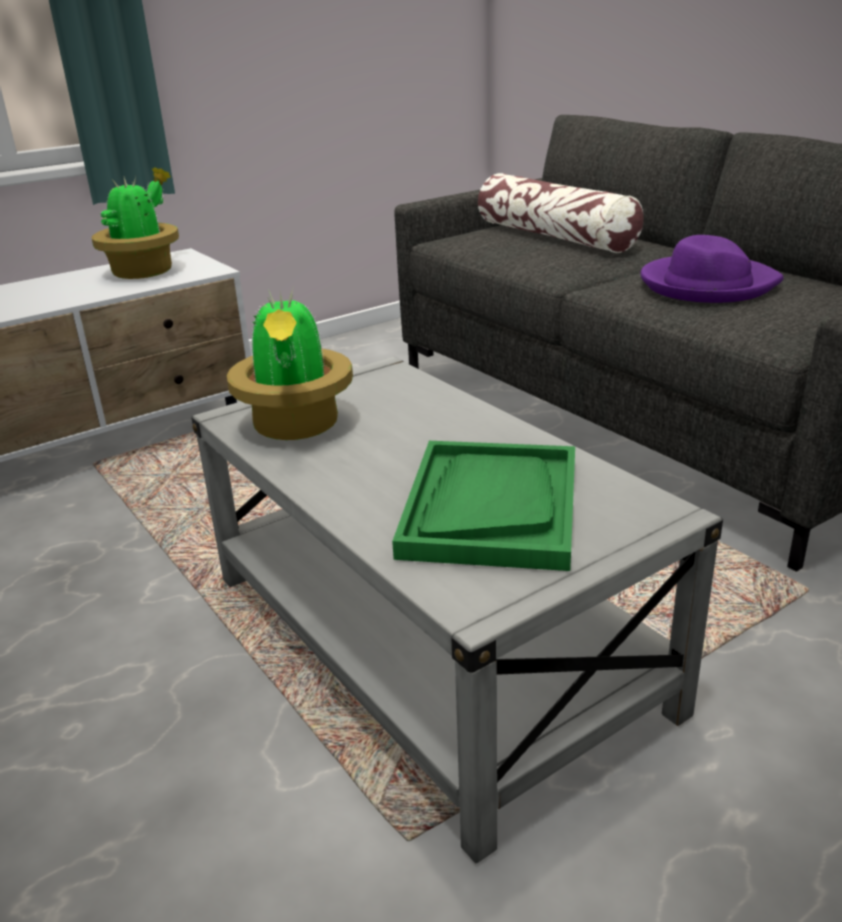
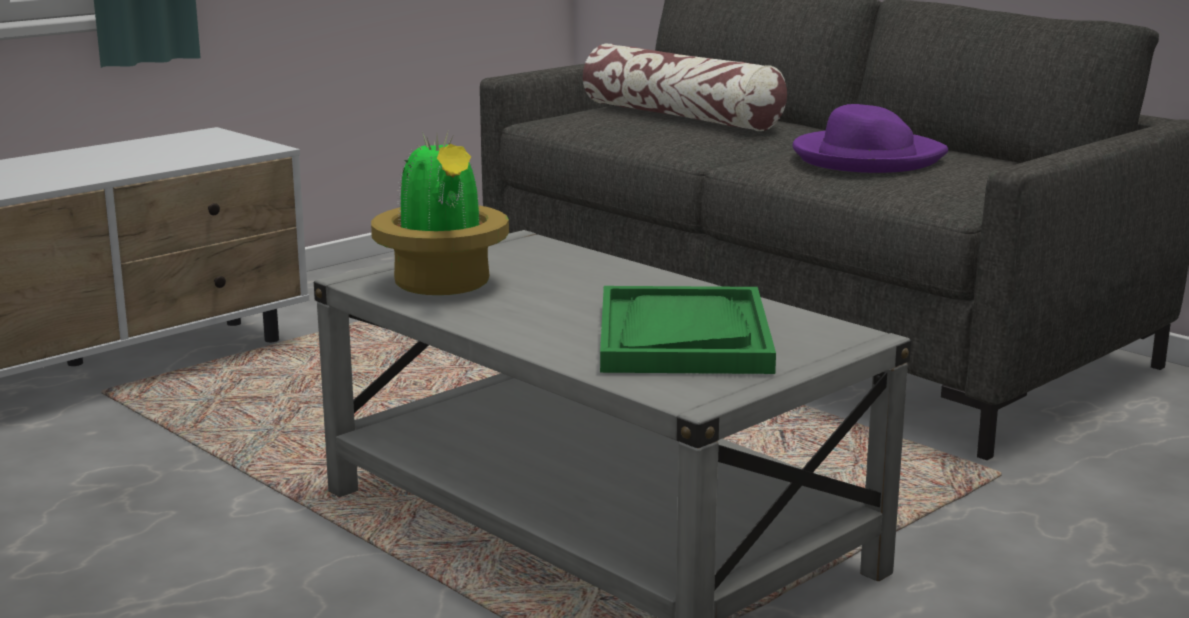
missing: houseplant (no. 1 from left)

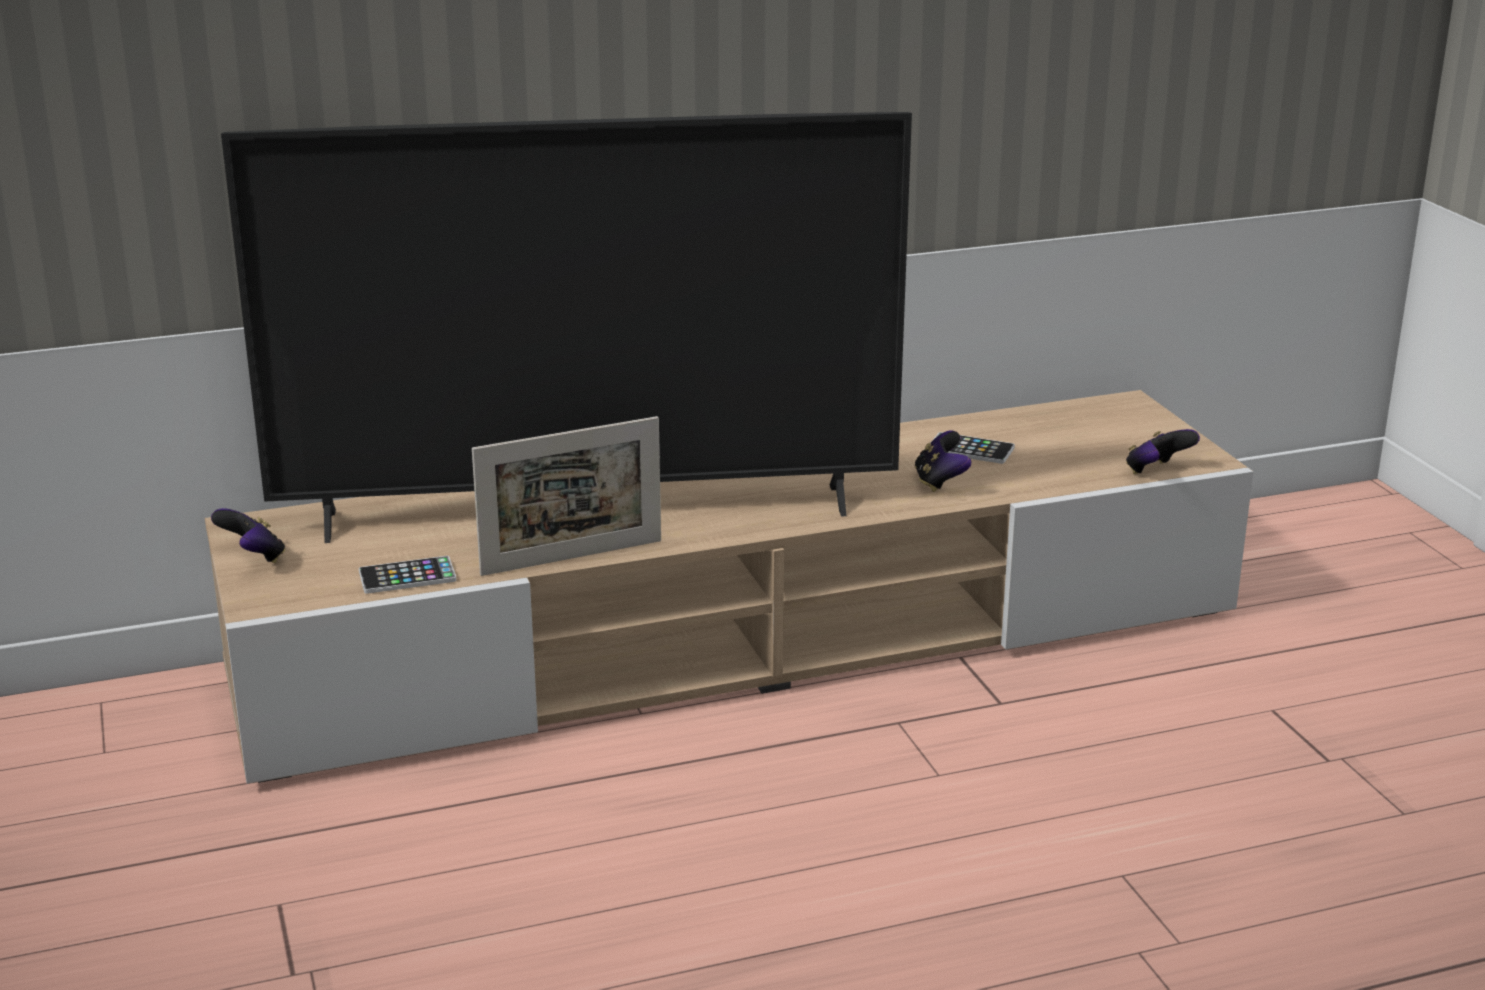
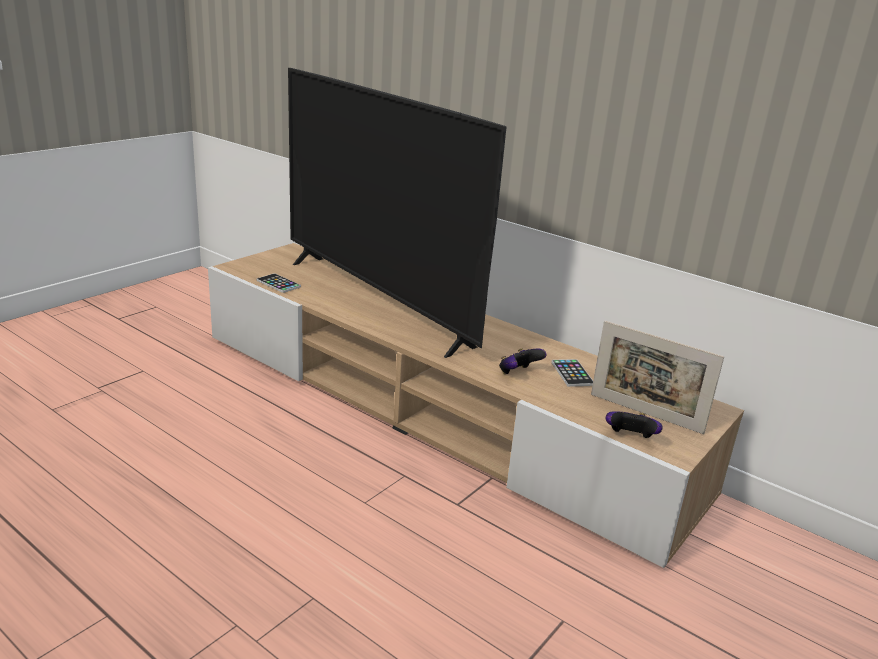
missing: game controller (no. 1 from left)
relocated: standing frame

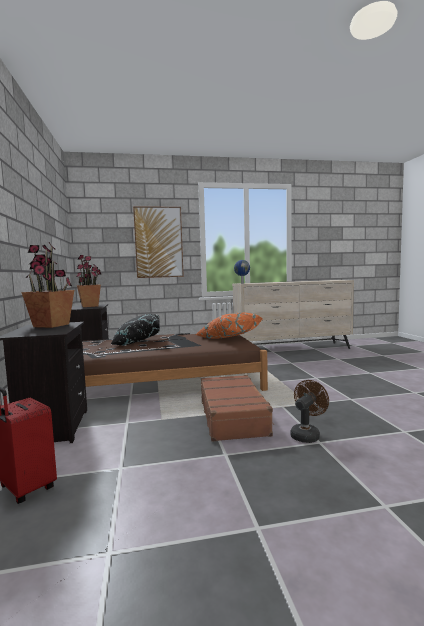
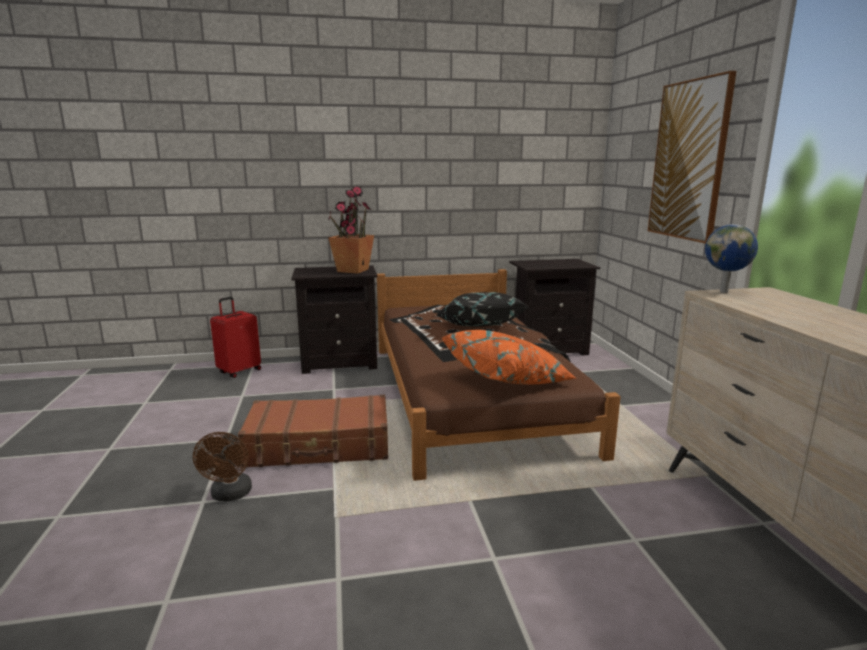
missing: houseplant (no. 2 from left)
spun: brown cooling fan 45 degrees clockwise

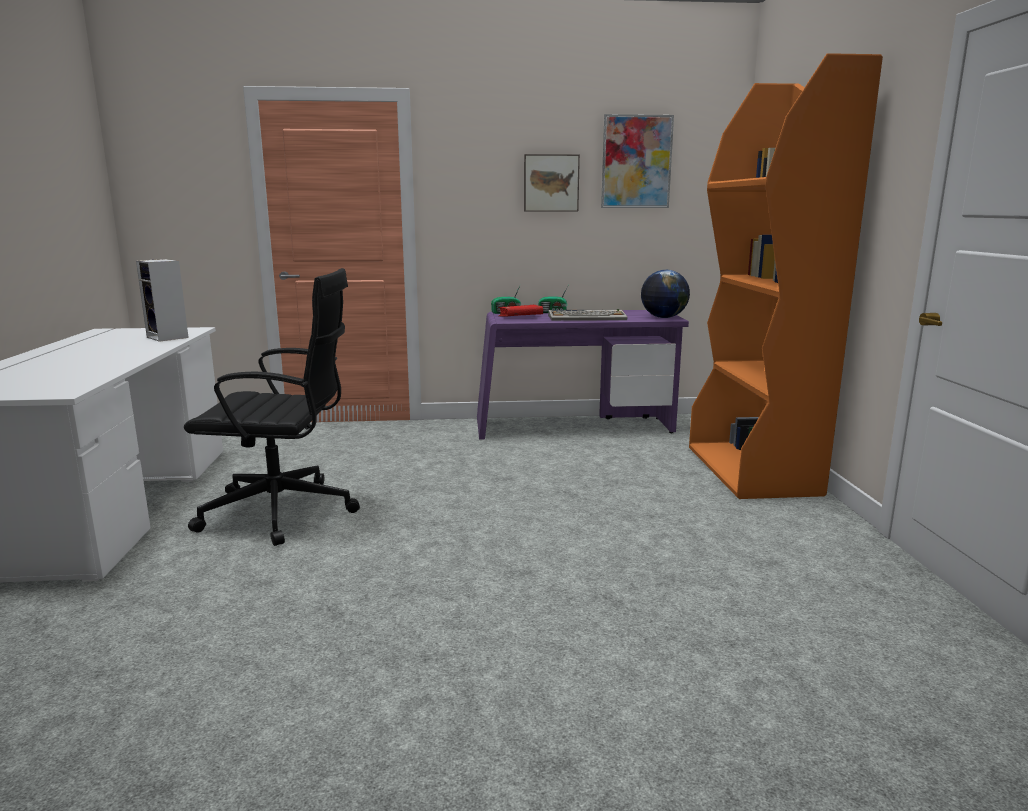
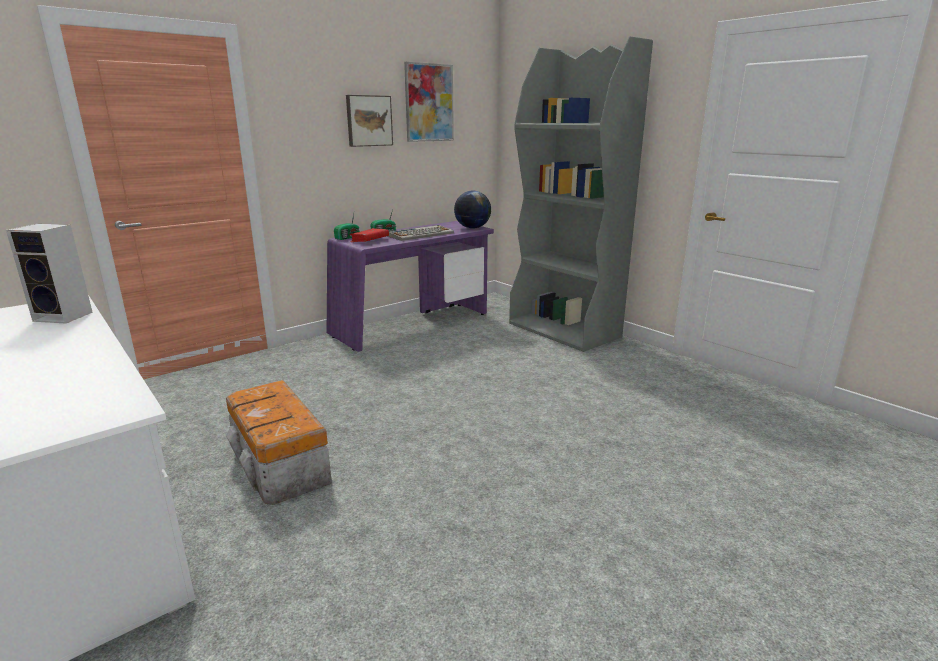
exchanged: black-coloured office chair to storage container
colour: orange-coloured bookshelf to gray bookshelf

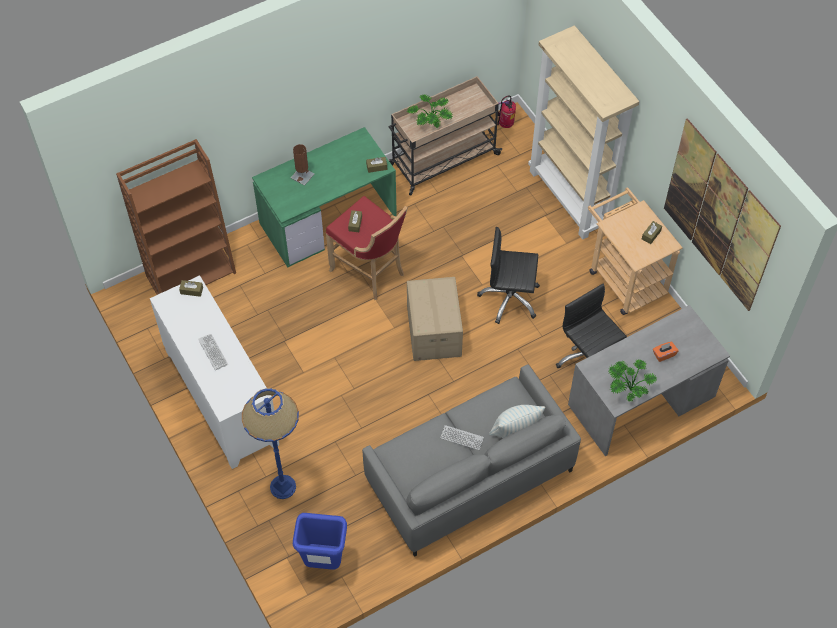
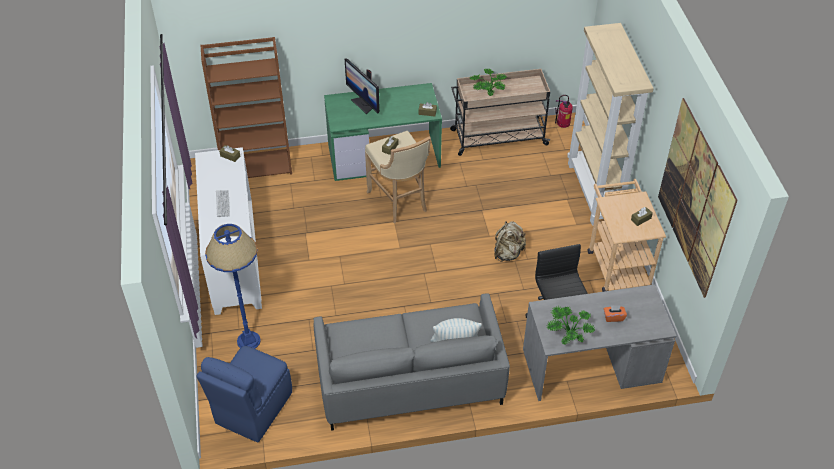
missing: carton; PC keyboard (no. 2 from left)
exchanged: bluish rubbish bin to bluish plain chair; brown table lamp to computer screen; black-coloured office chair (no. 1 from left) to sand-coloured backpack
colour: reddish stool seat to sand-coloured stool seat

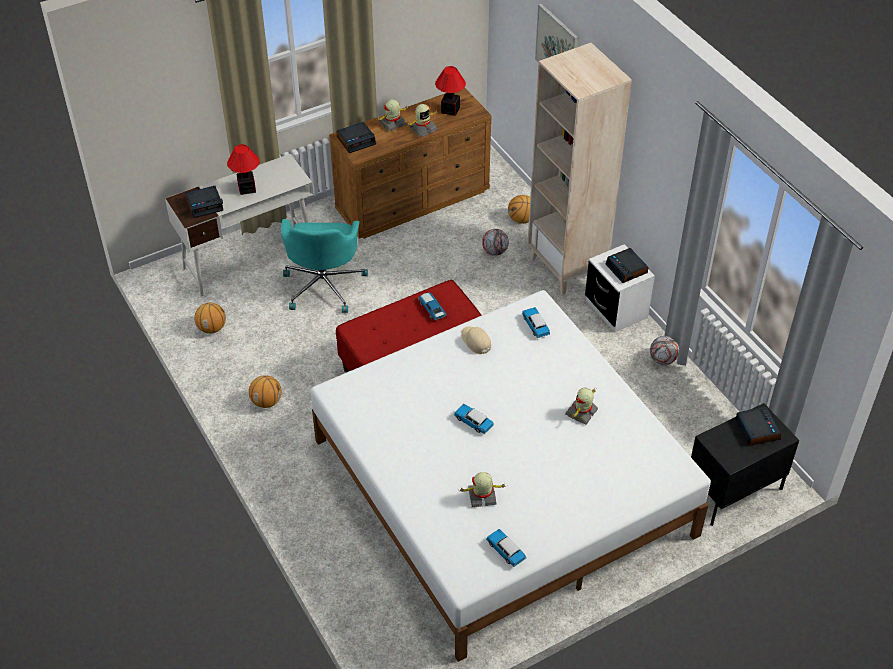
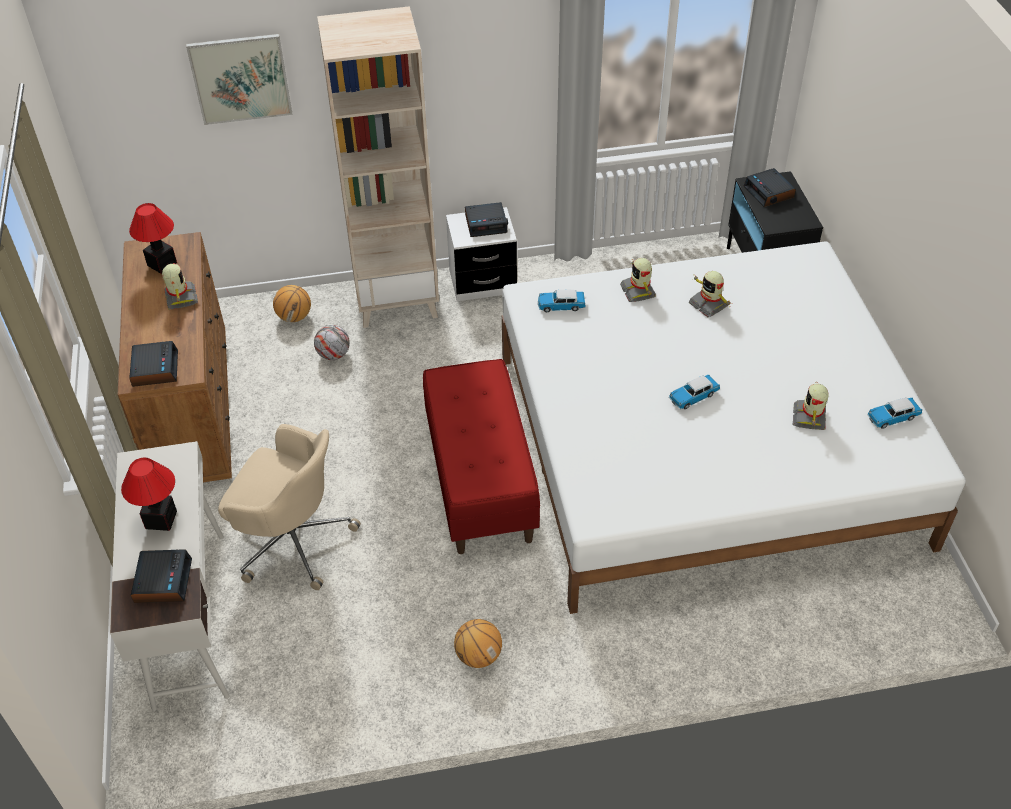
missing: basketball ball (no. 1 from left); model car (no. 1 from left); sand-coloured peaked cap; ball for football (no. 2 from left)
relocated: toy robot (no. 1 from left in the first image) to toy robot (no. 2 from left)
colour: turquoise-coloured office chair to sand-coloured office chair
spun: alarm clock (no. 4 from left) 120 degrees counterclockwise

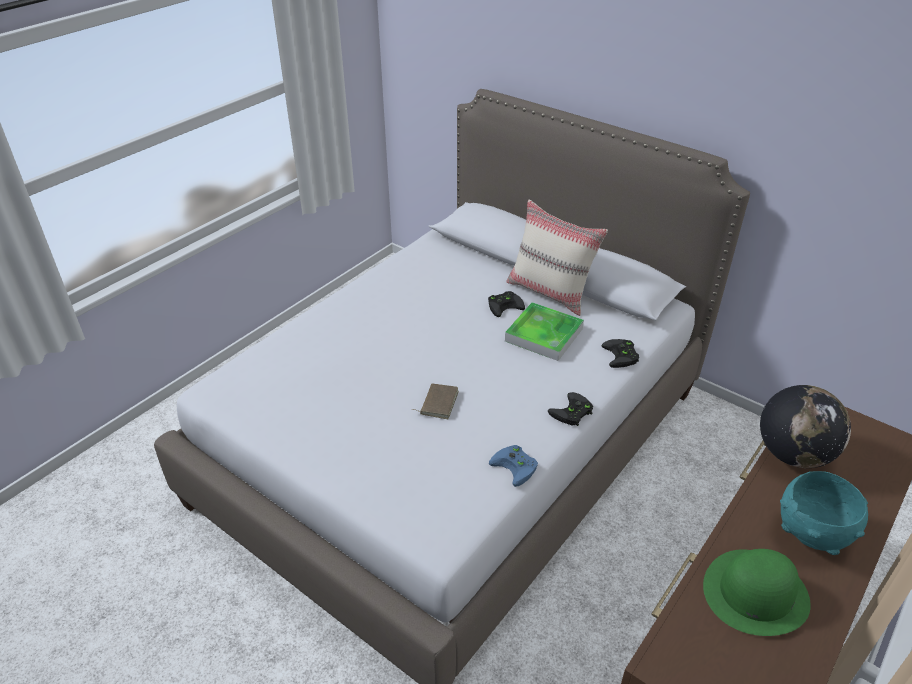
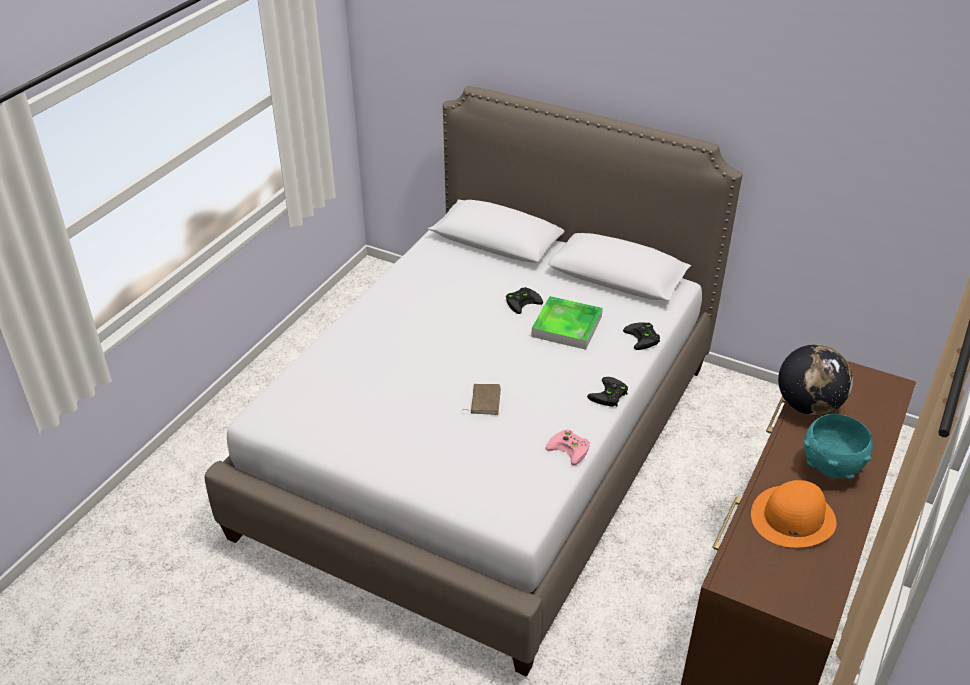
missing: sand-coloured pillow
colour: bluish game controller to pink game controller; green hat to orange-coloured hat

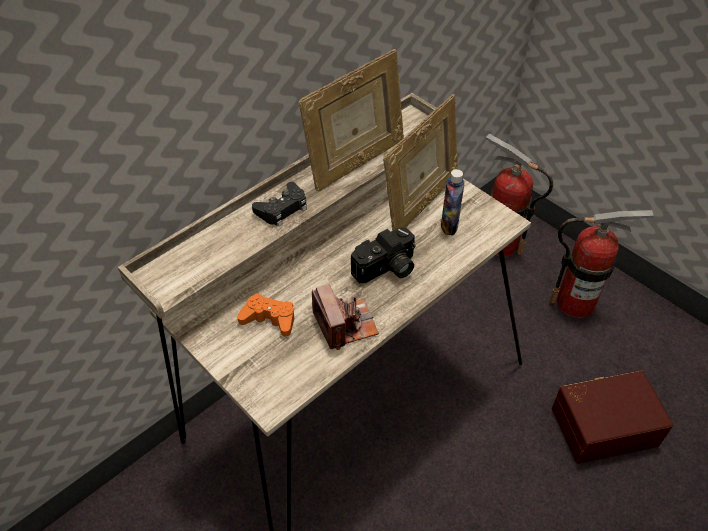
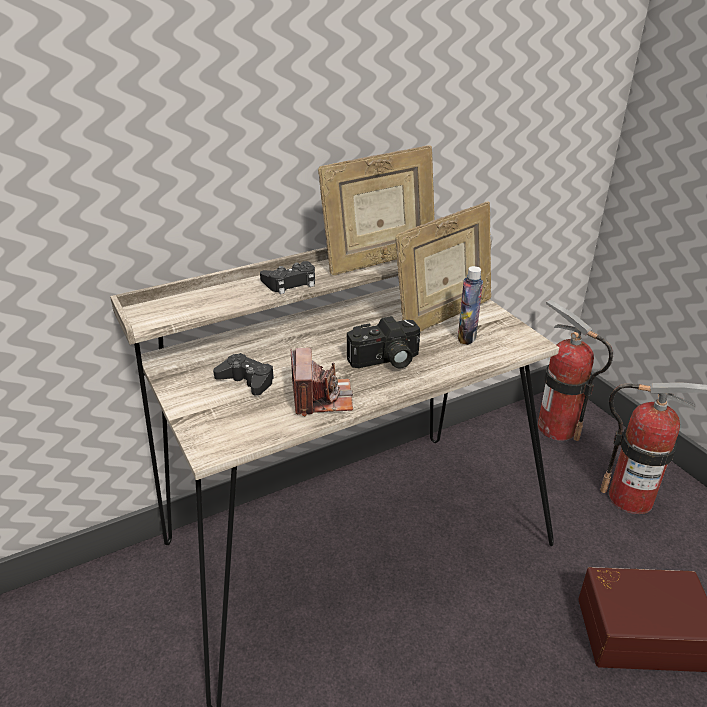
colour: orange-coloured game controller to black-coloured game controller (no. 1 from left)

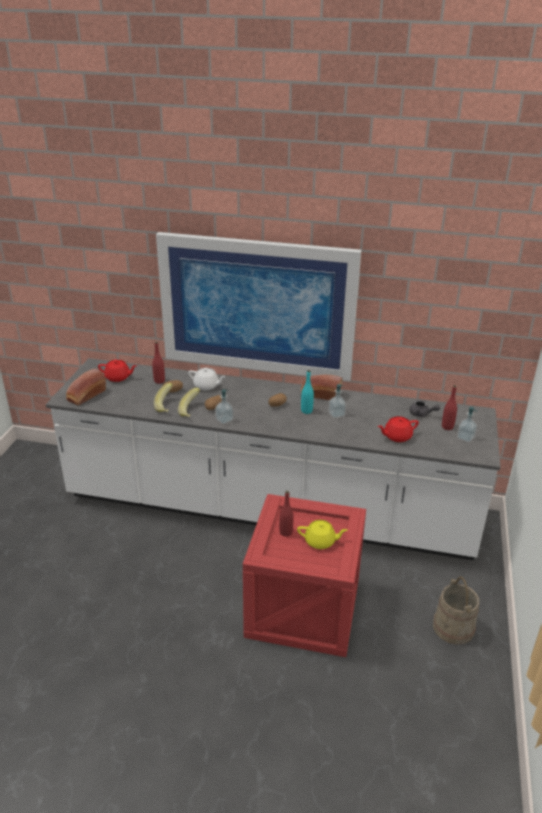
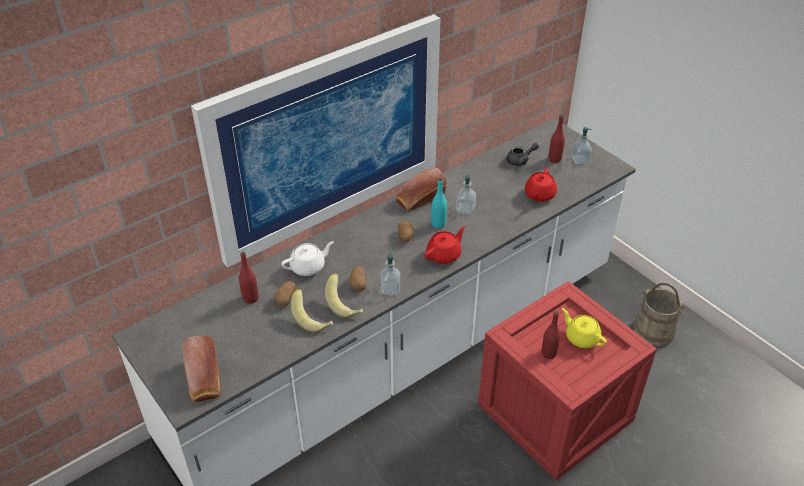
relocated: reddish tea pot (no. 1 from left)
spun: yellowish tea pot 90 degrees counterclockwise

